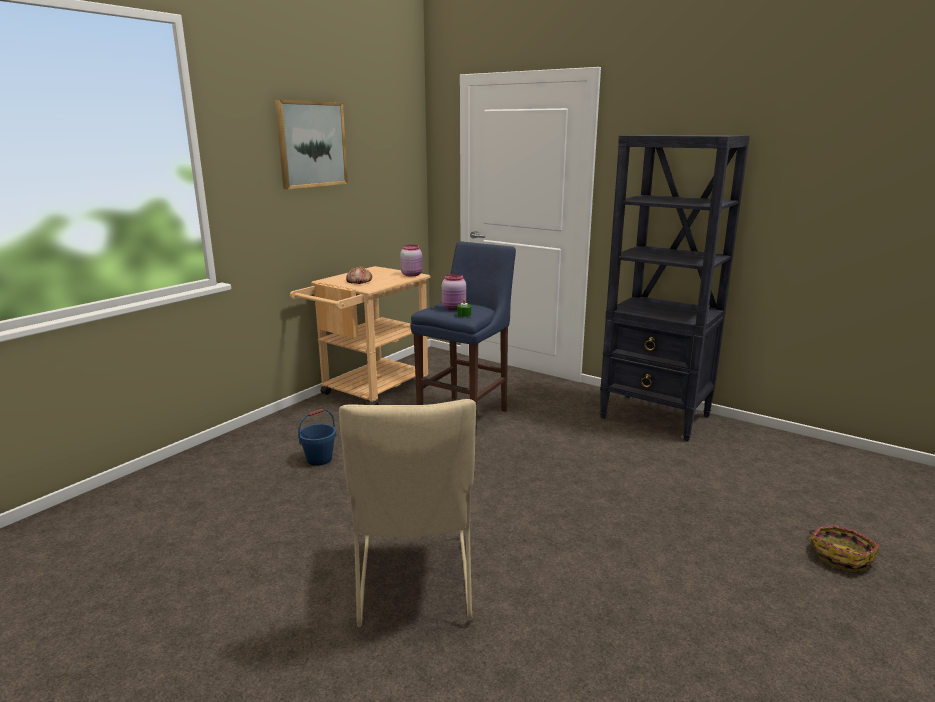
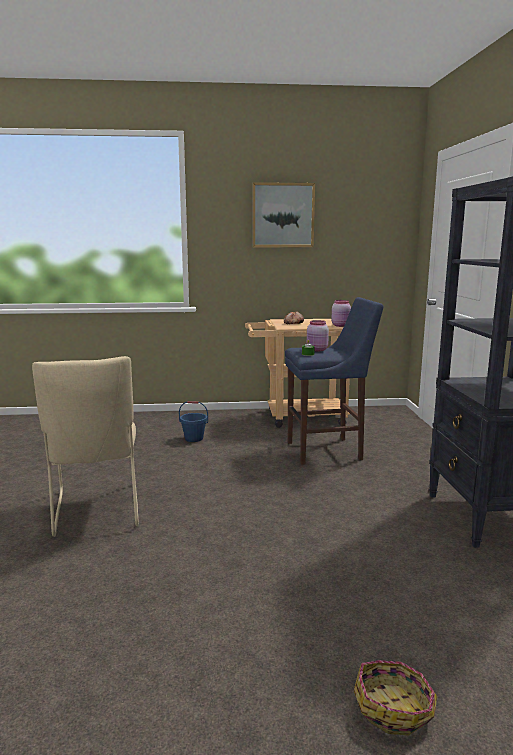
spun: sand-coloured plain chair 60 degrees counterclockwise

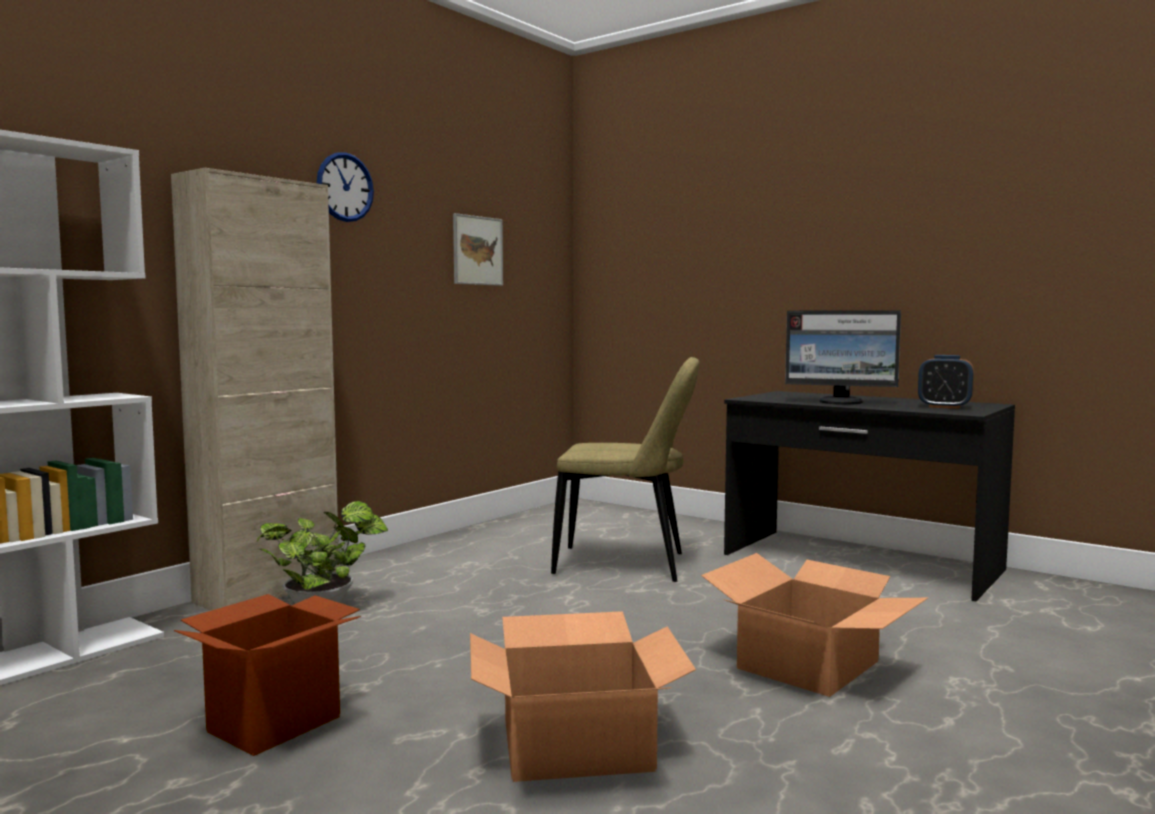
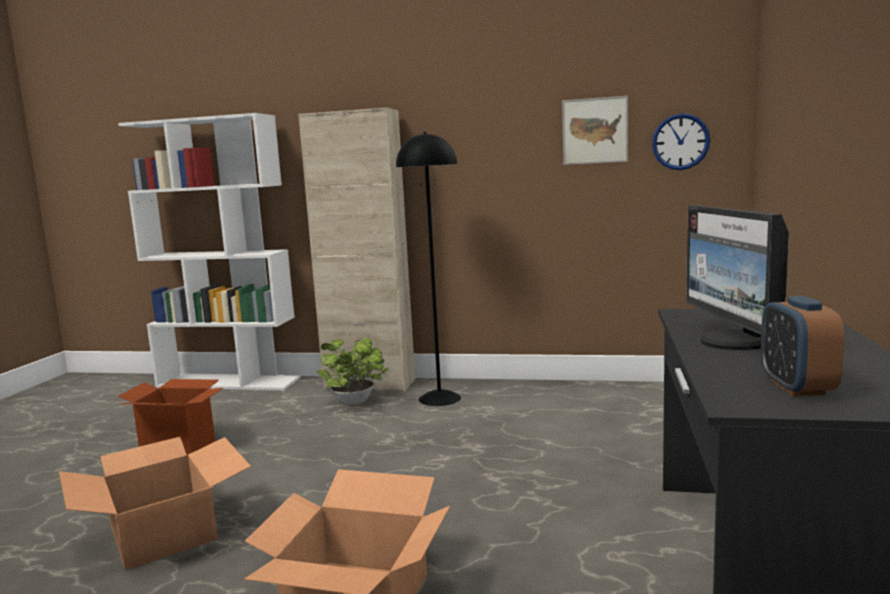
missing: sand-coloured plain chair
appeared: black-coloured standard lamp
relocated: clock on the wall

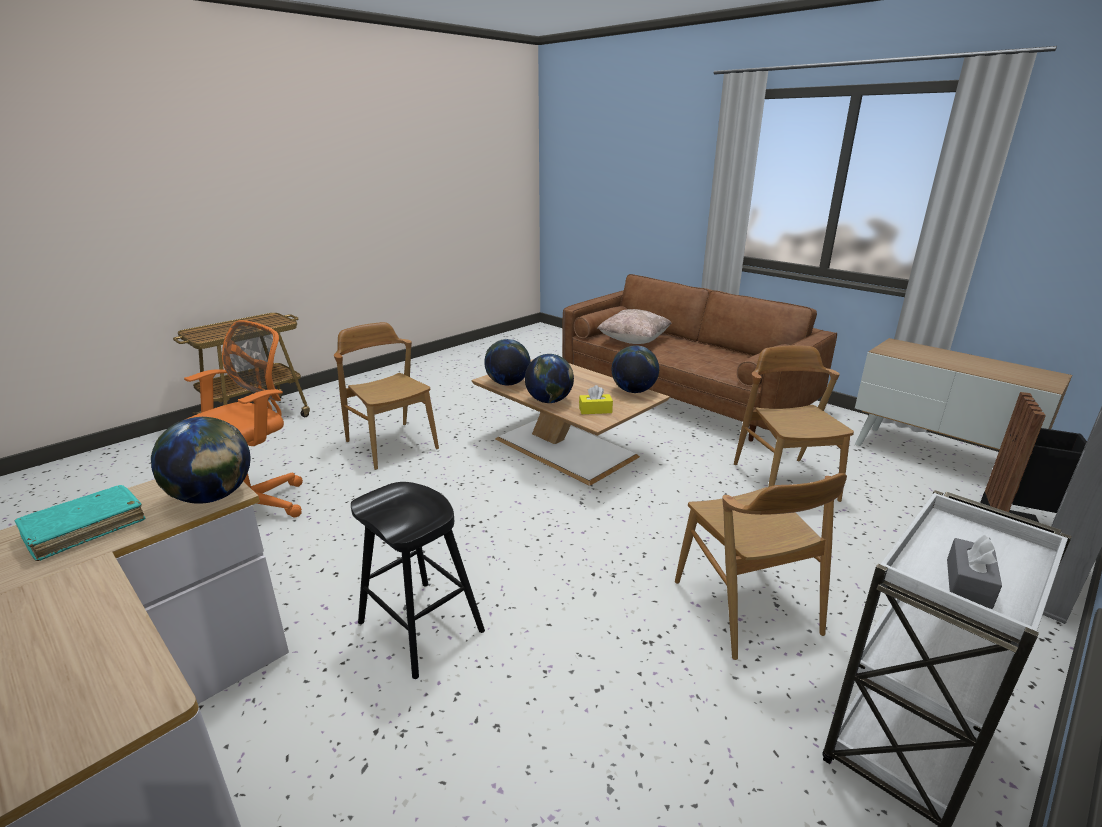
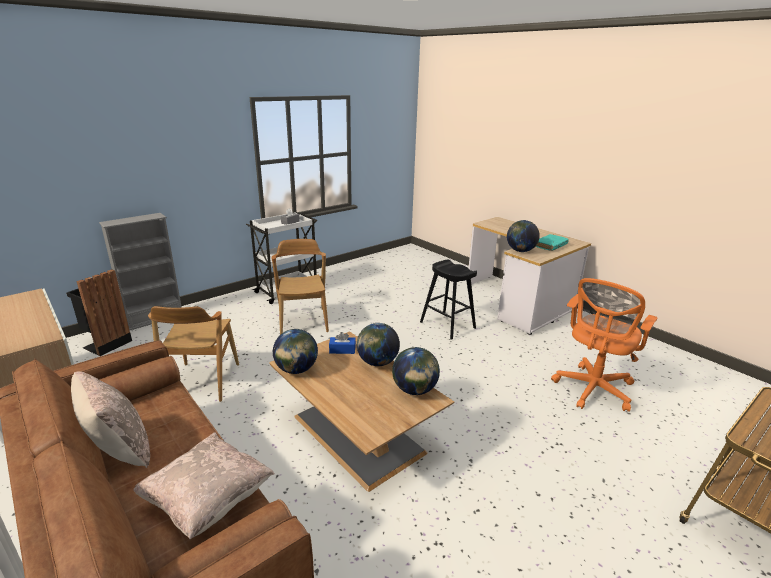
missing: brown plain chair (no. 1 from left)
appeared: sand-coloured pillow (no. 1 from left)
colour: yellowish tissue box to bluish tissue box

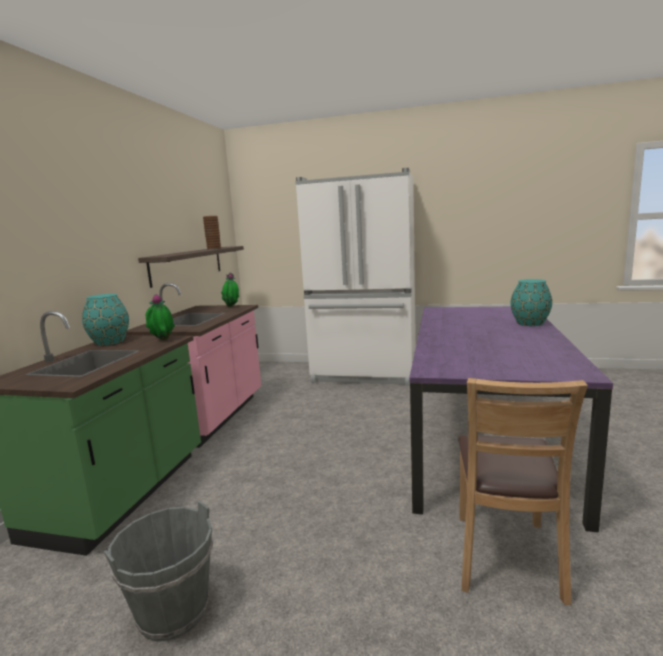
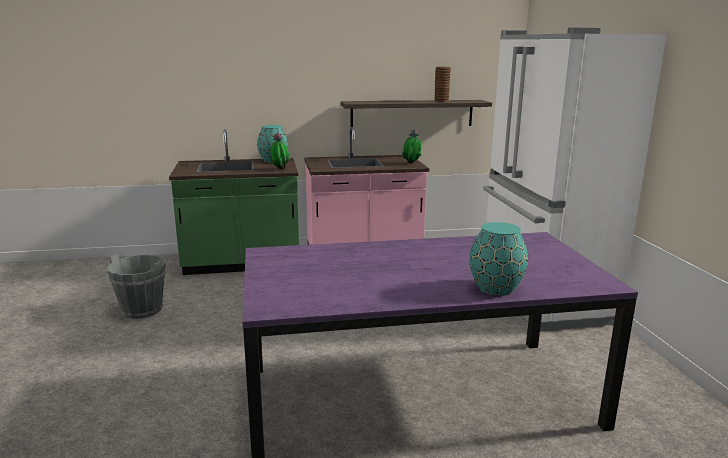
missing: brown plain chair

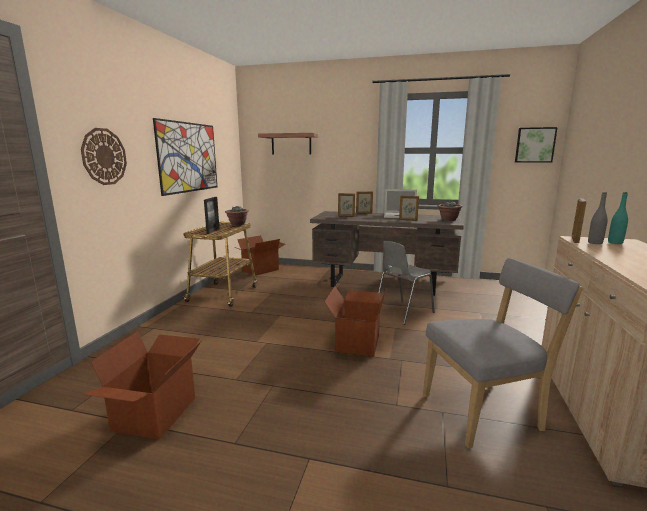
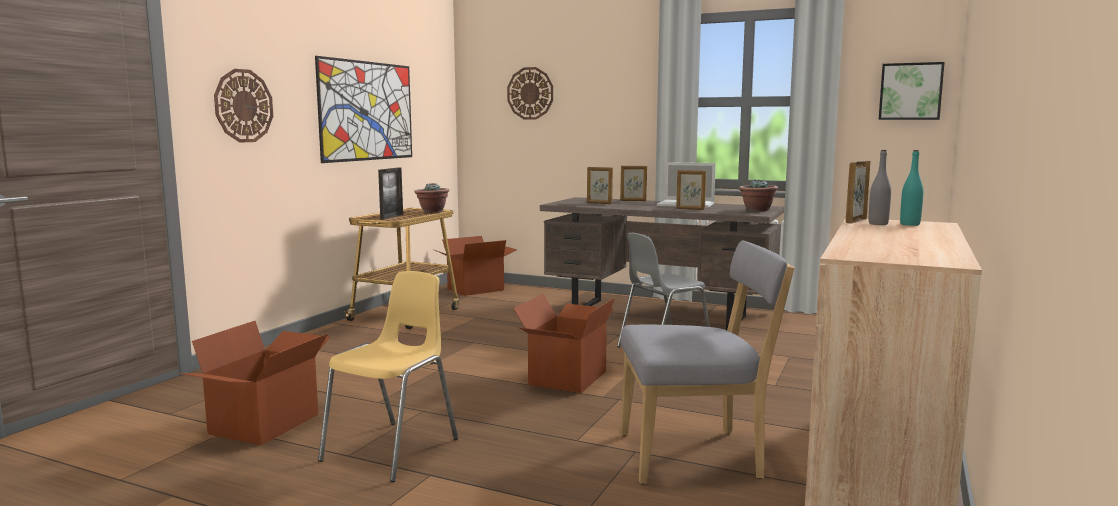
appeared: yellowish plain chair
exchanged: bracket shelf to clock on the wall (no. 2 from left)

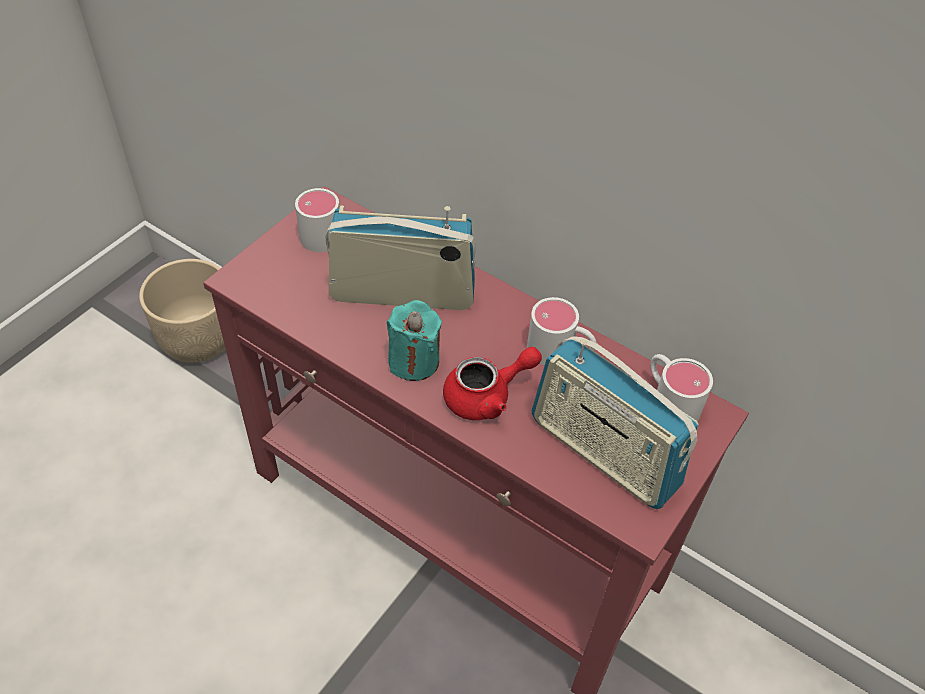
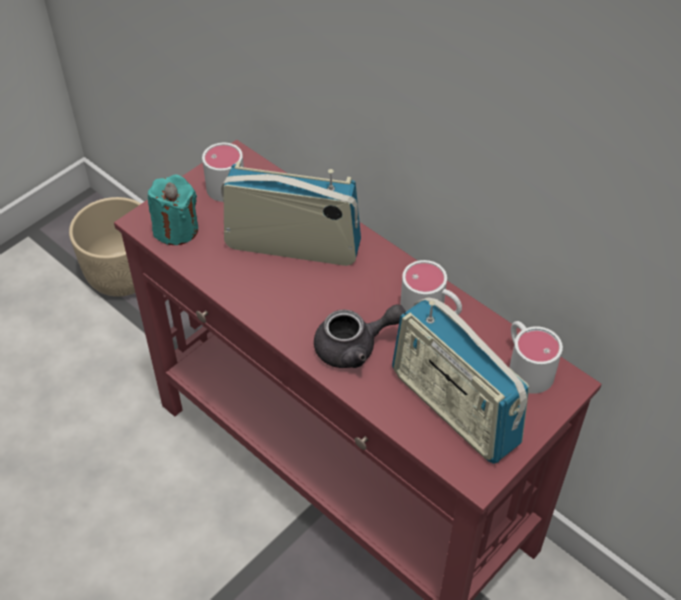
relocated: turquoise-coloured candle
colour: reddish tea pot to gray tea pot

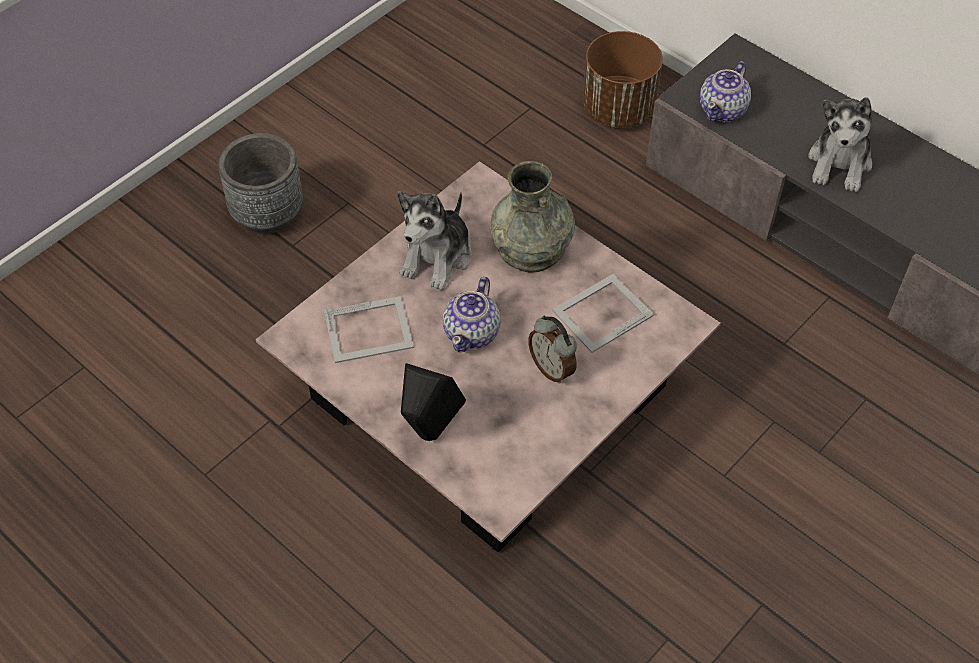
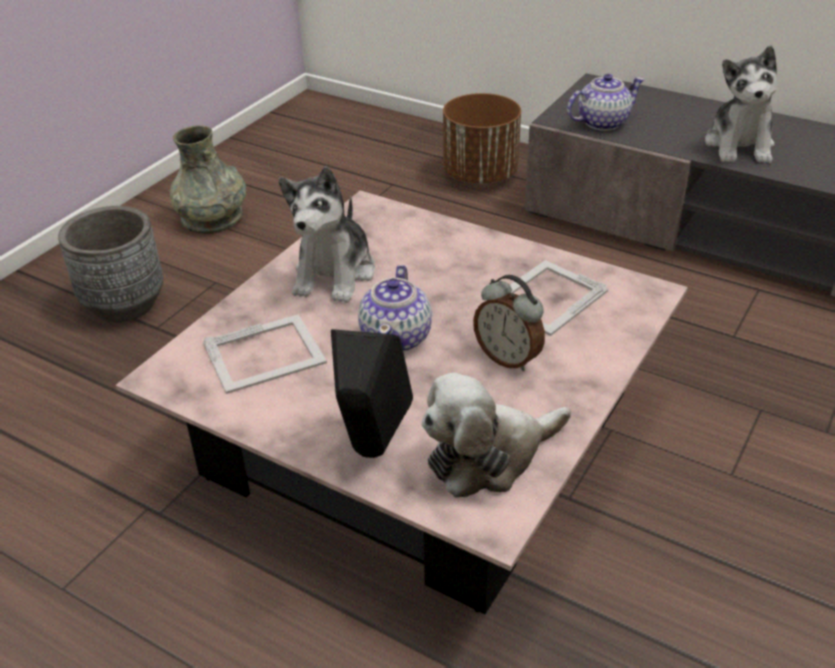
appeared: plush toy (no. 2 from left)
relocated: gray vase
spun: tea pot (no. 2 from left) 135 degrees counterclockwise

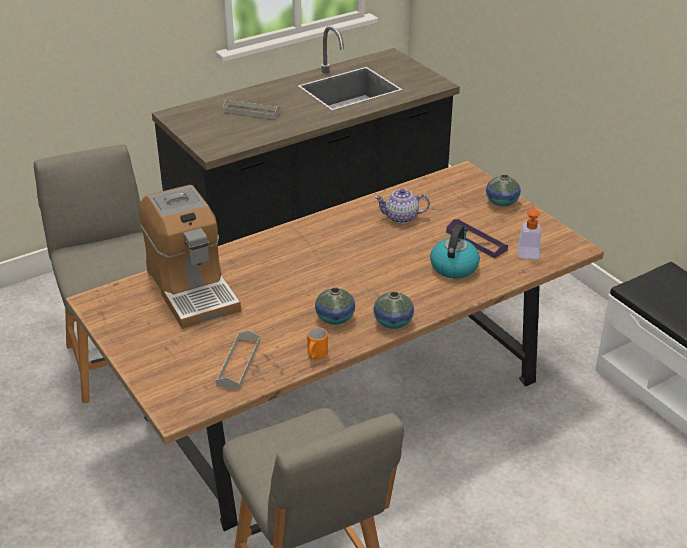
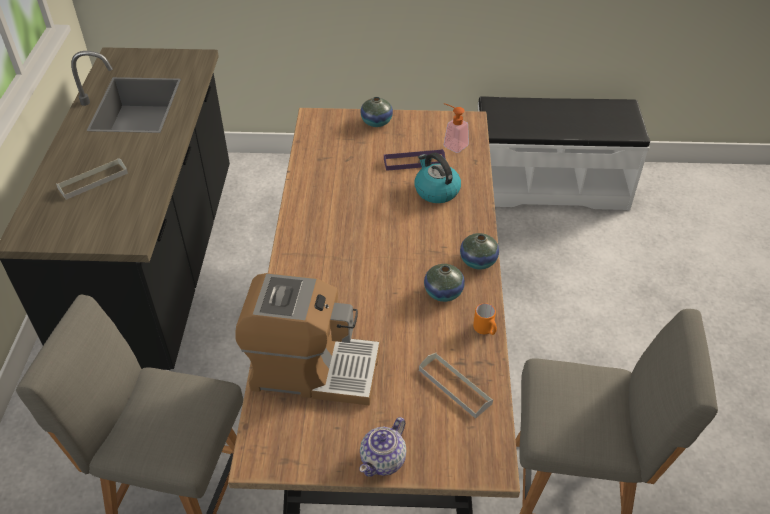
relocated: tea pot

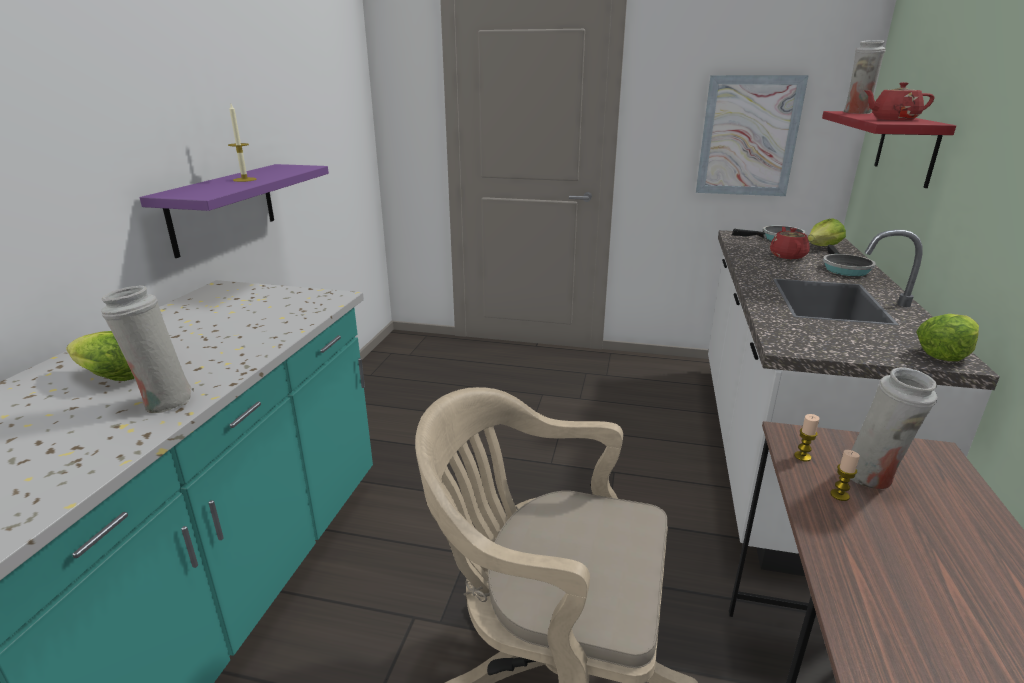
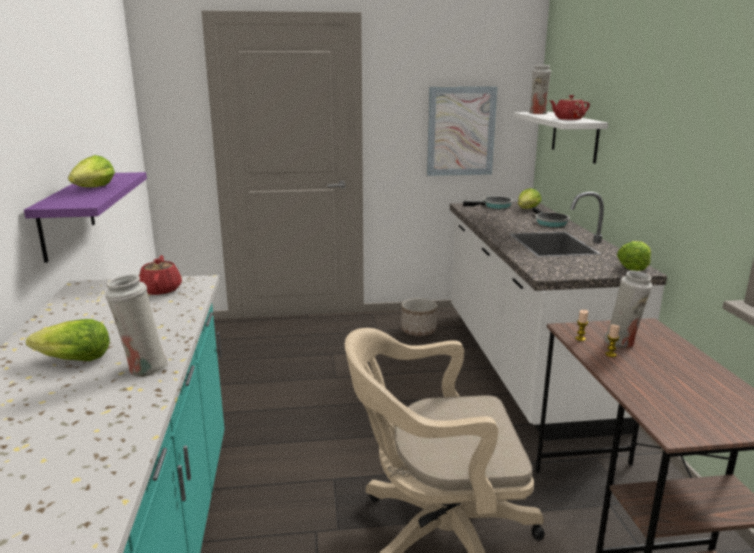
appeared: flower pot
relocated: reddish tea pot (no. 1 from left)
exchanged: candle (no. 1 from left) to head of lettuce (no. 2 from left)
colour: reddish bracket shelf to whitish bracket shelf

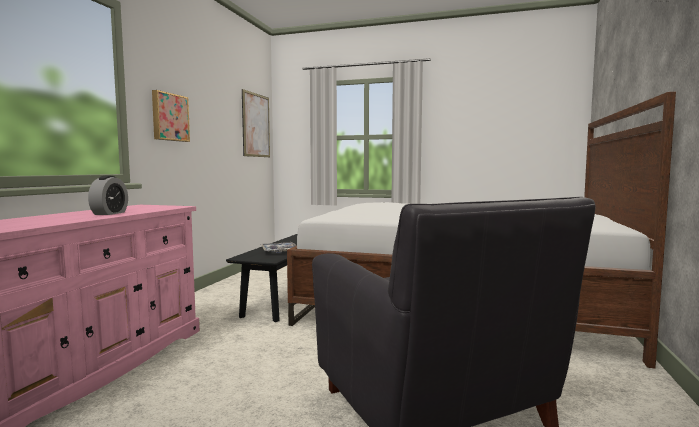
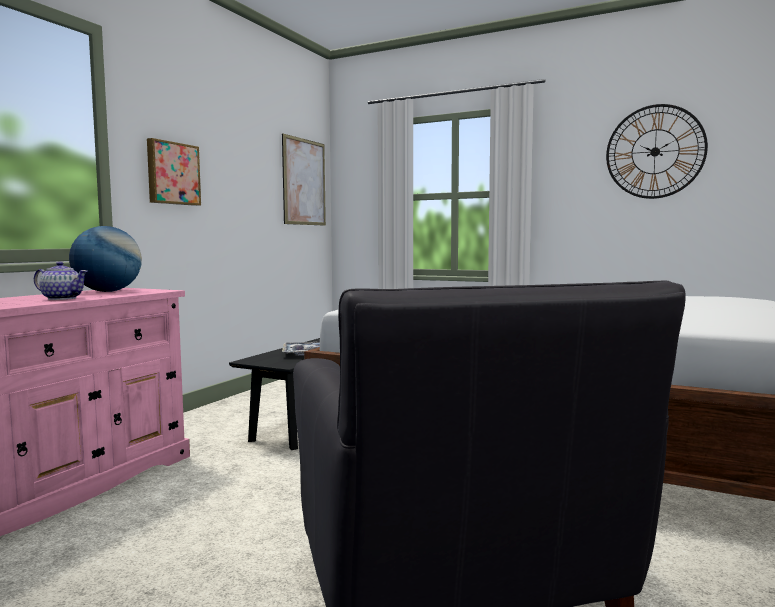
appeared: globe; clock on the wall
exchanged: alarm clock to tea pot

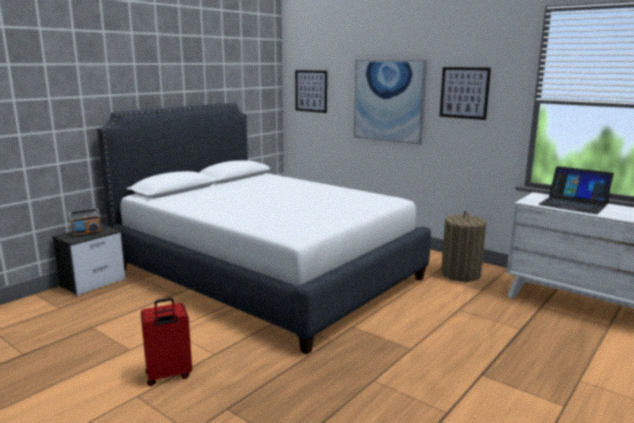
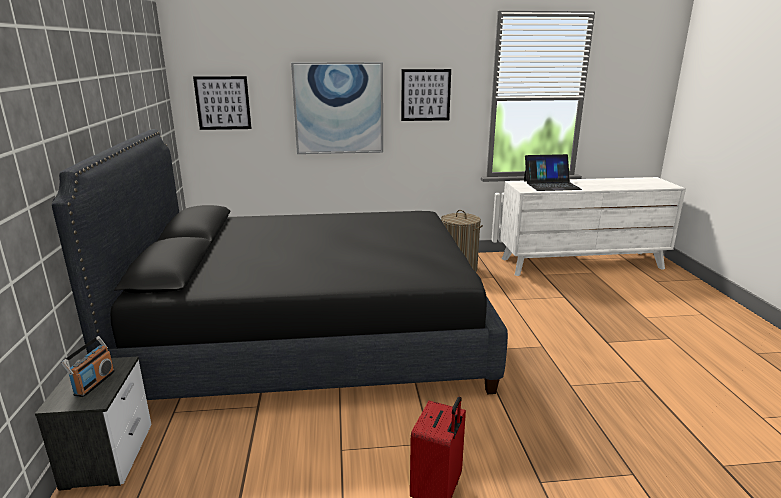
colour: whitish bed to black-coloured bed

